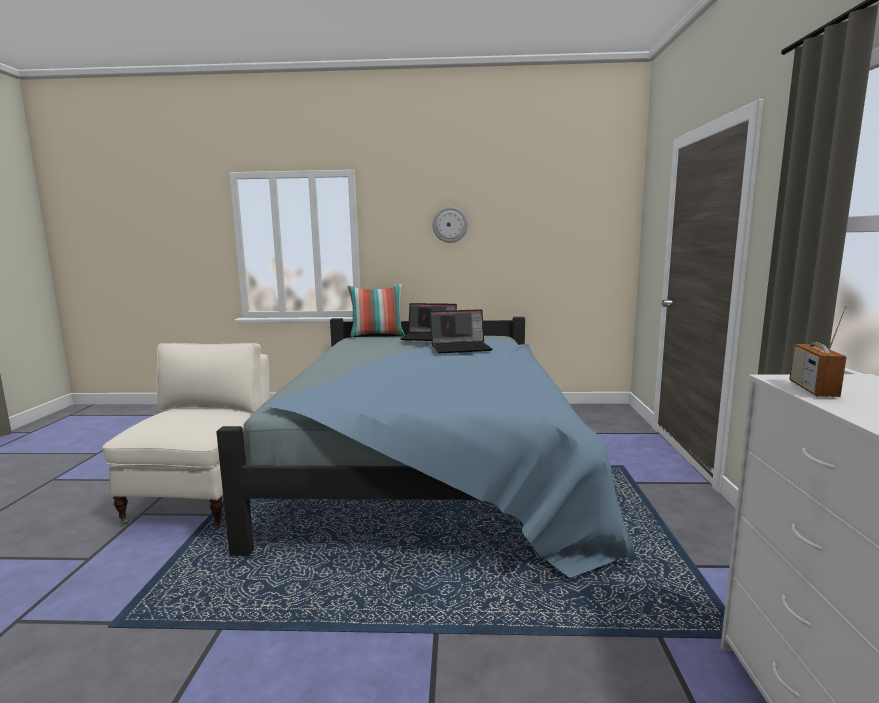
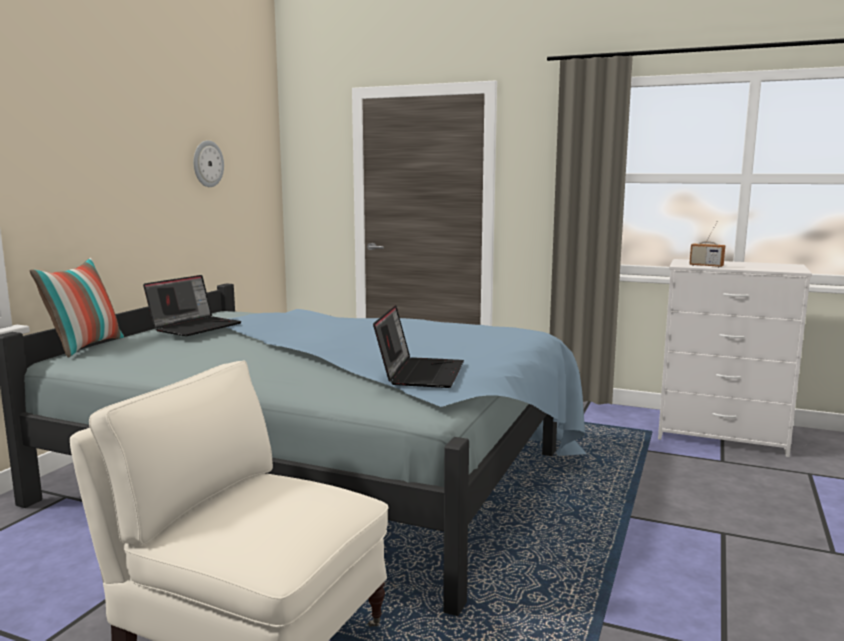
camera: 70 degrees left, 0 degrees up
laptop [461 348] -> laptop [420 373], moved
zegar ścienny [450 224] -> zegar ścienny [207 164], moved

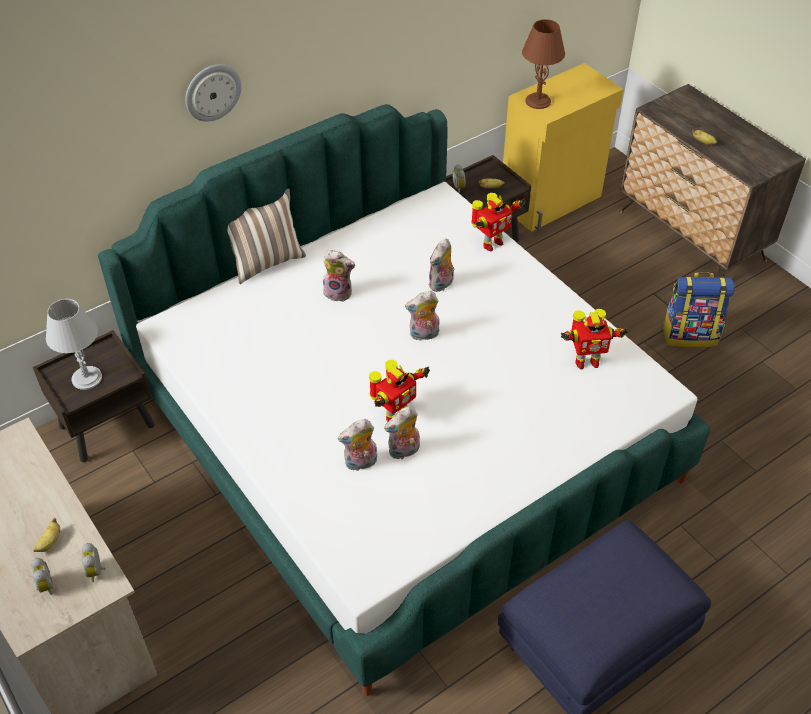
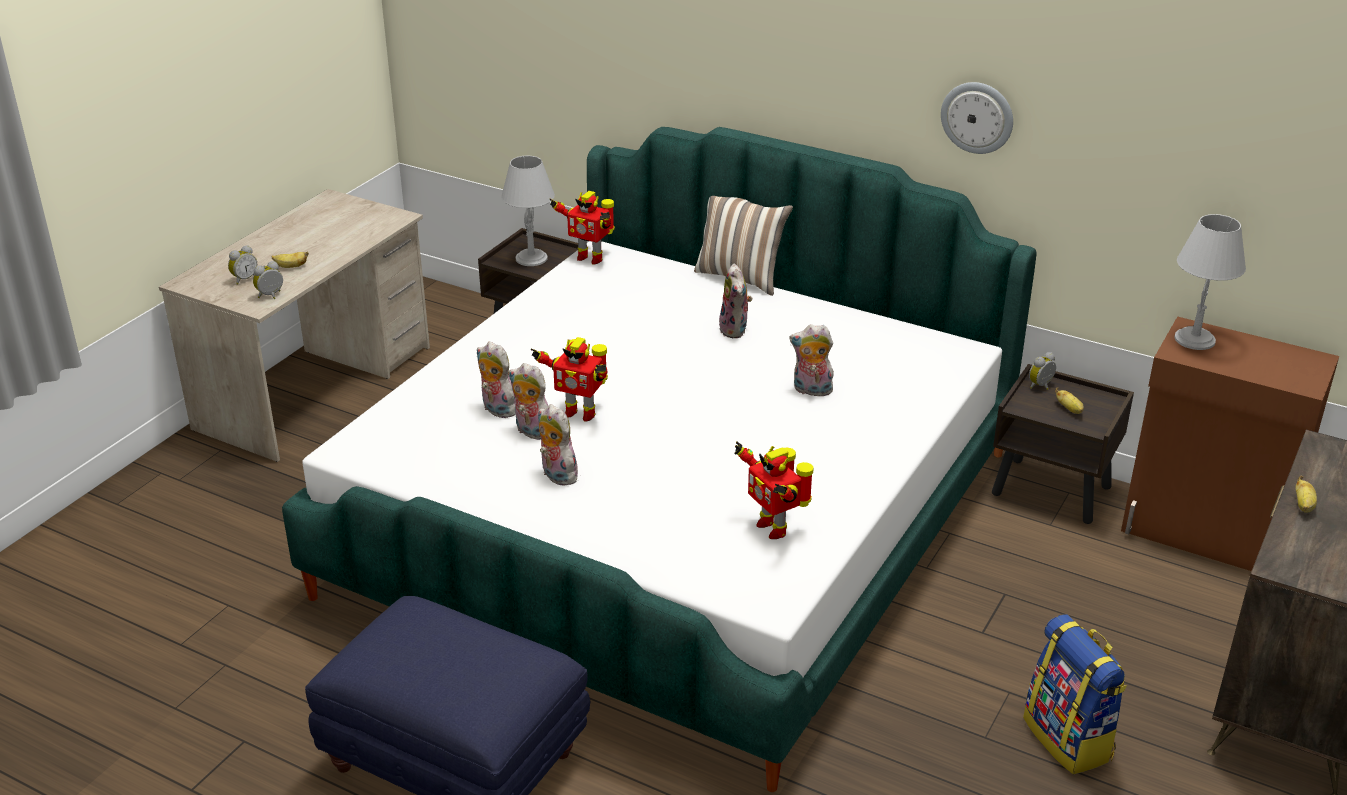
camera: 65 degrees right, 15 degrees down
zegar ścienny [212 92] -> zegar ścienny [977 117], moved
pluszak [424 335] -> pluszak [556 475], moved
robot zabawkowy [491 243] -> robot zabawkowy [590 257], moved
szafka/żółty [552 201] -> szafka/brązowy [1205 533]
lampa stołowa/brązowy [537 101] -> lampa stołowa/szary [1194 339]

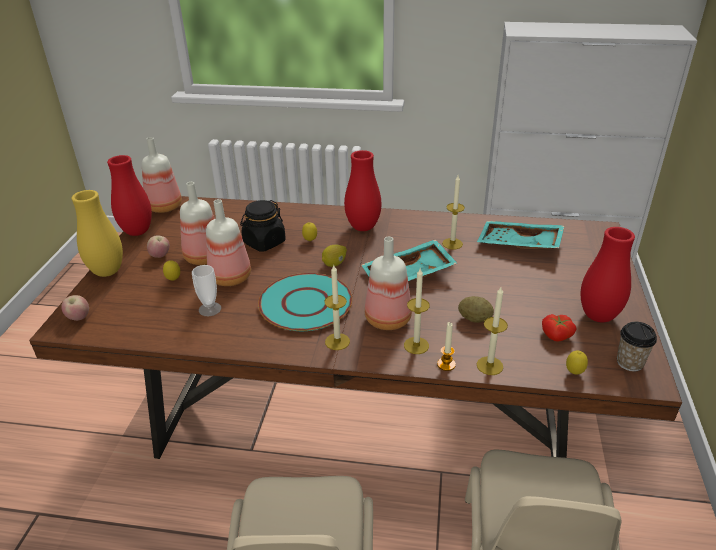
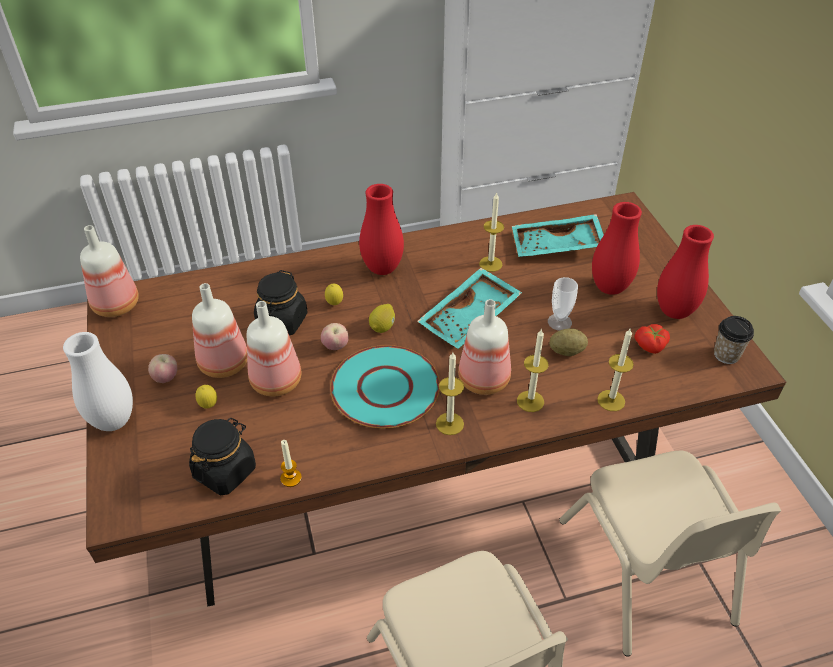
camera: 25 degrees left, 10 degrees up
cytryna [574 373] -> none
none -> słoik/czarny [225 471]
jabłko [79 318] -> jabłko [335 346], moved
wazon/czerwony [137 232] -> wazon/czerwony [609 288], moved
filiżanka [210 309] -> filiżanka [559 322], moved
świeca [446 364] -> świeca [291 478], moved
wazon/żółty [107 272] -> wazon/biały [114 421]

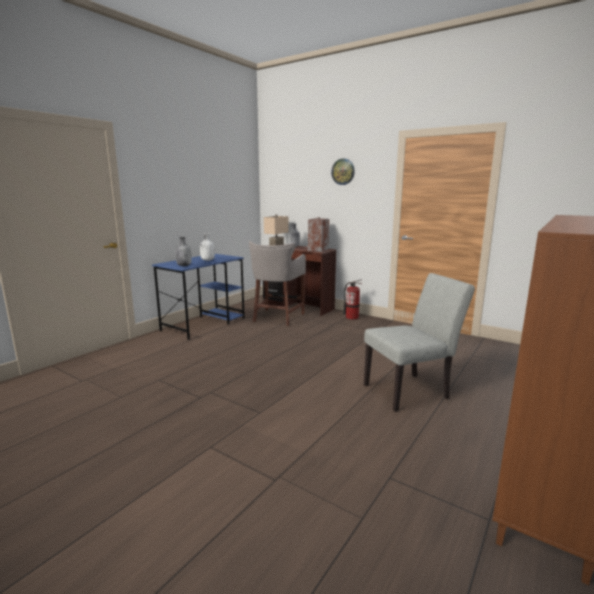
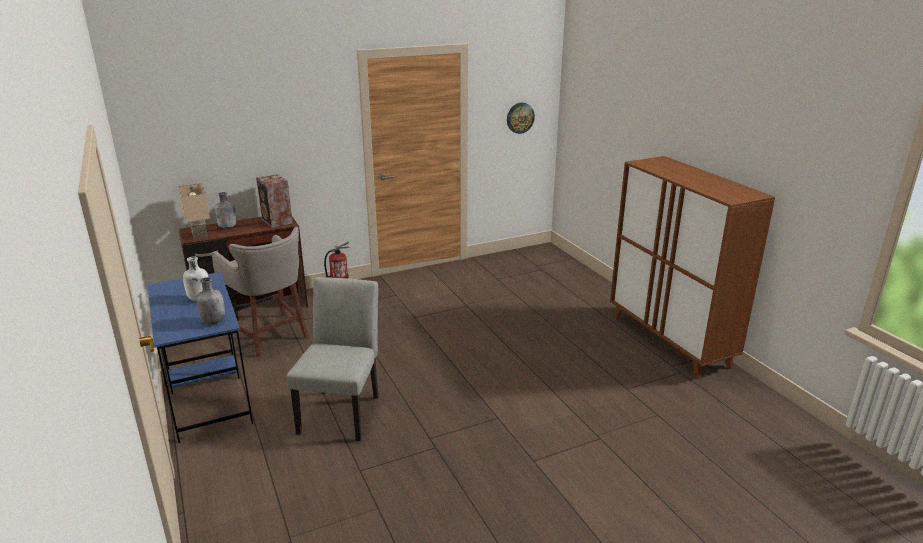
camera: 60 degrees left, 10 degrees up
zegar ścienny [343 171] -> zegar ścienny [520 118], moved
krzesło/szary [411 390] -> krzesło/szary [342 410], moved

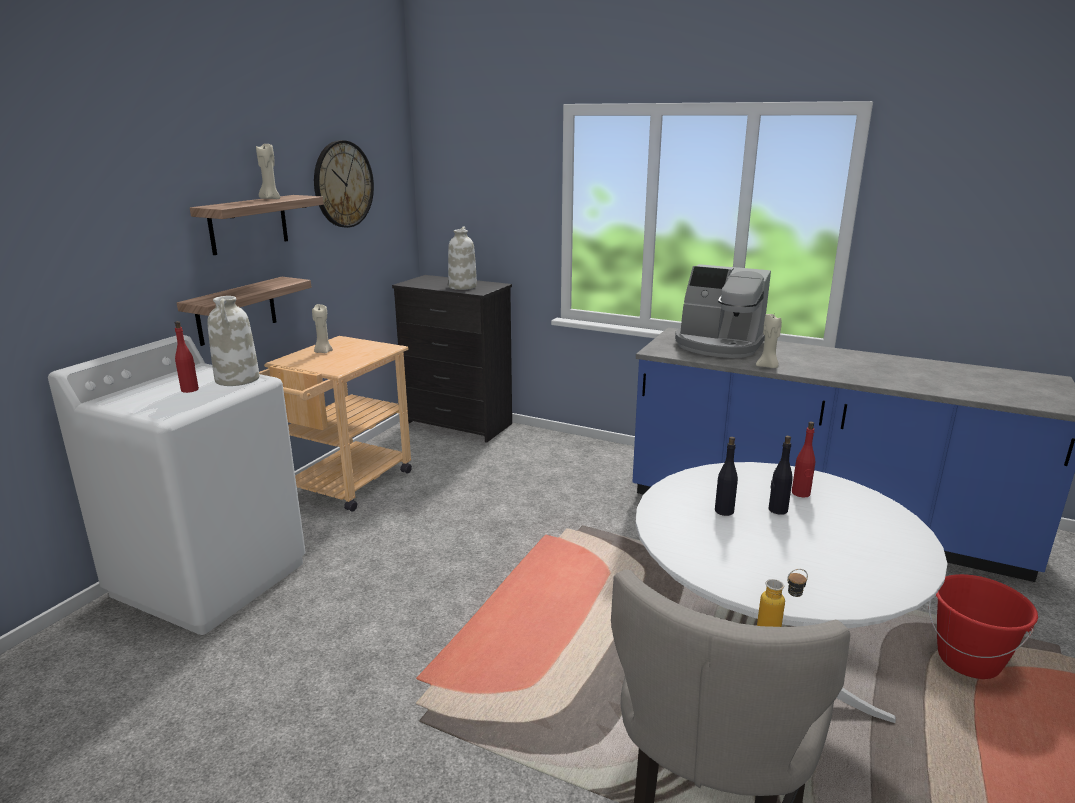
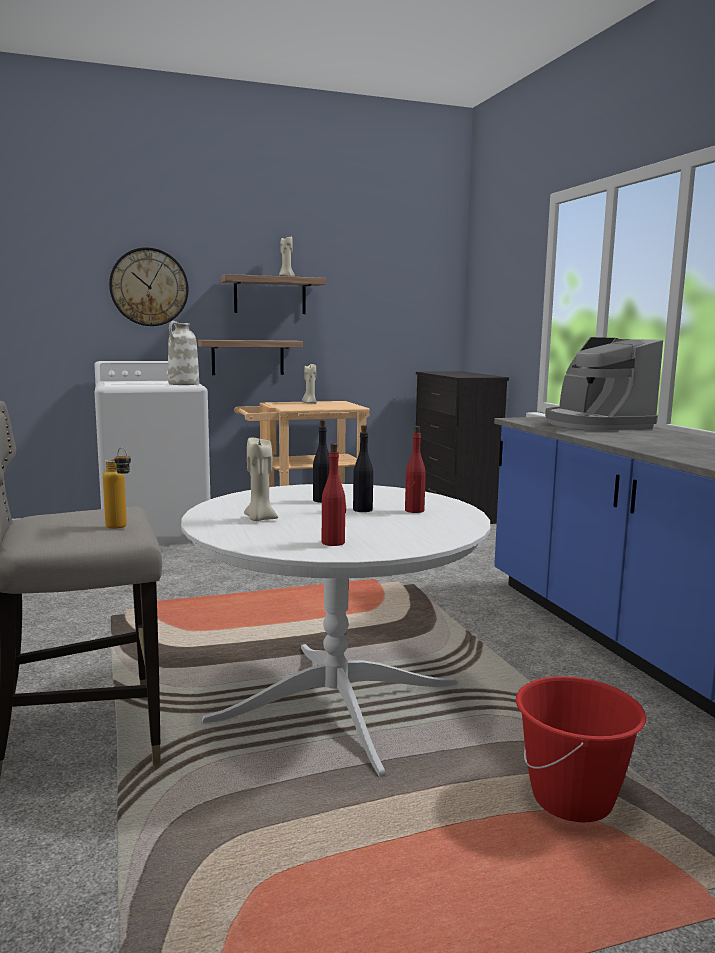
camera: 45 degrees right, 10 degrees down
wazon/biały [462 286] -> none
butelka/czerwony [190 389] -> butelka/czerwony [333 542], moved
zegar ścienny [343 184] -> zegar ścienny [149 287], moved
świeca/beżowy [768 366] -> świeca/beżowy [259 519], moved

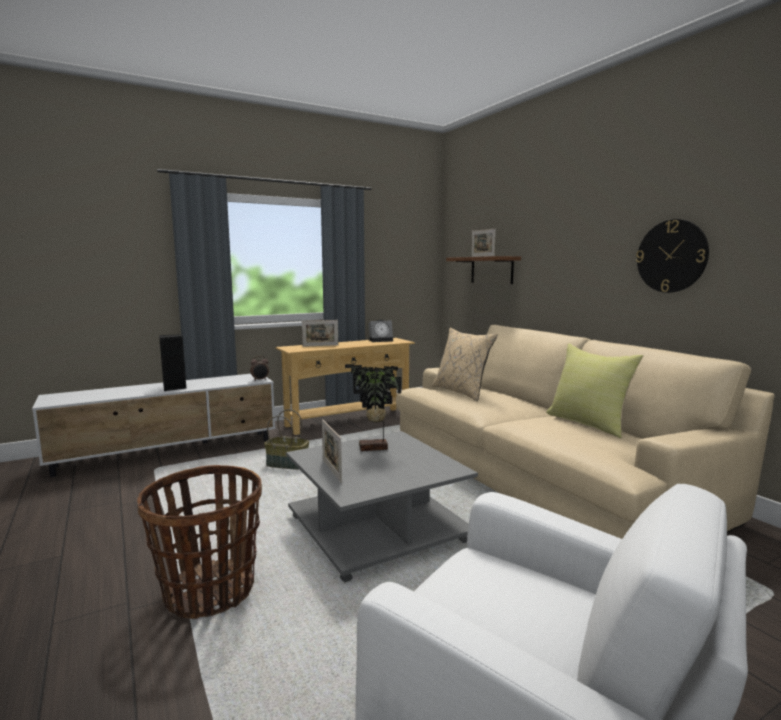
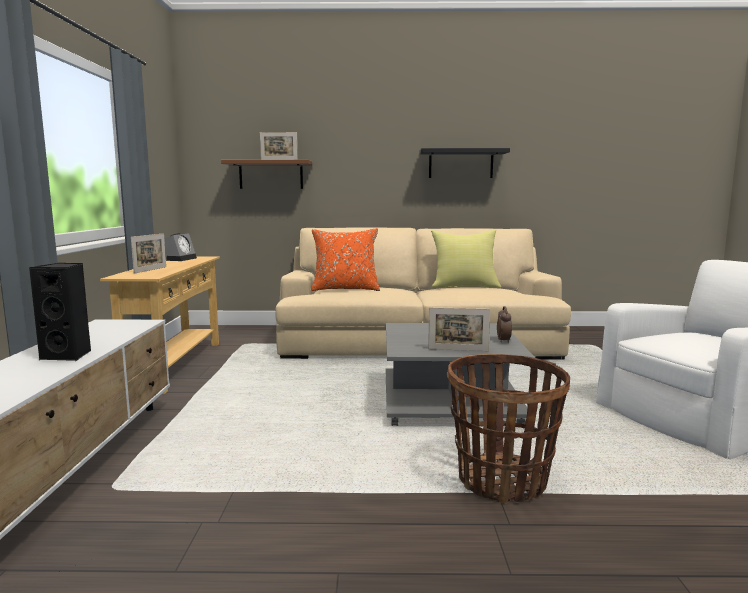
camera: 60 degrees left, 0 degrees up
koszyk [288 464] -> none
roślina doniczkowa [374 449] -> none
budzik [260 380] -> budzik [504 341], moved
zegar ścienny [671 256] -> półka/czarny [460 164]
poduszka/beżowy [461 392] -> poduszka/pomarańczowy [345 289]

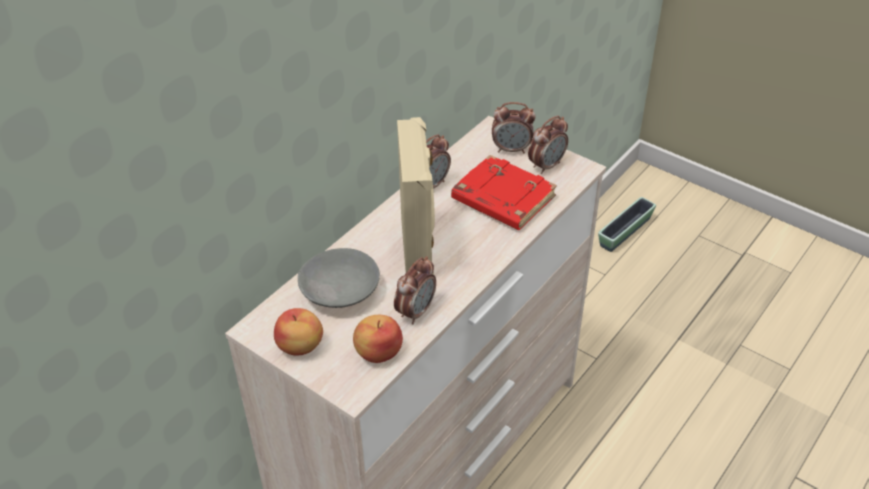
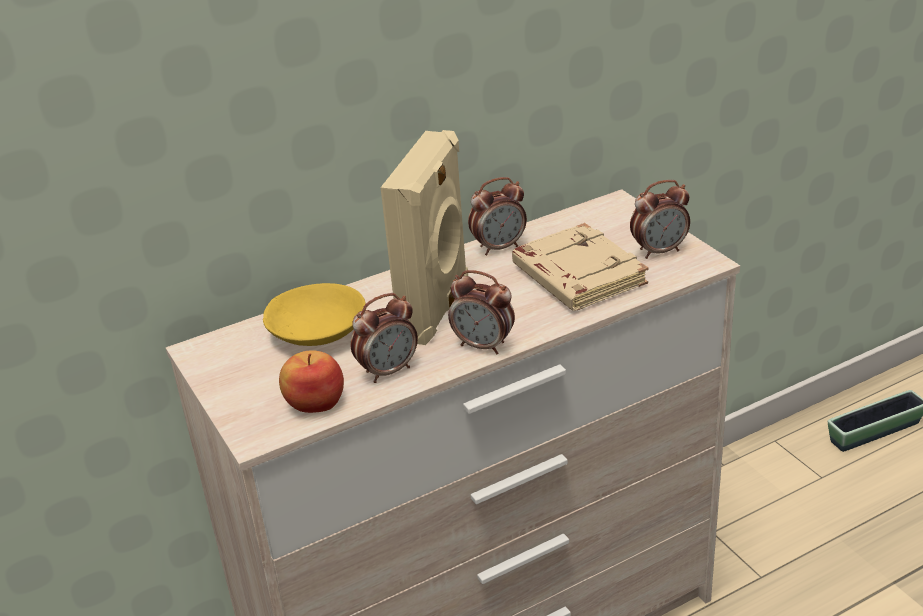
camera: 25 degrees right, 10 degrees down
jabłko [300 347] -> none
budzik [511 149] -> budzik [483 345], moved
miska/szary [339 290] -> miska/żółty [316 331]
książka/czerwony [501 199] -> książka/beżowy [576 276]

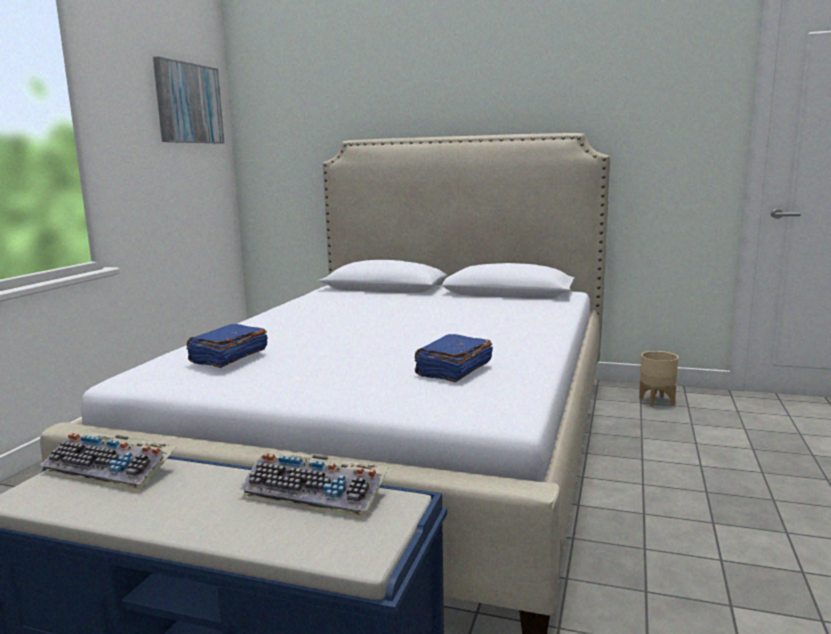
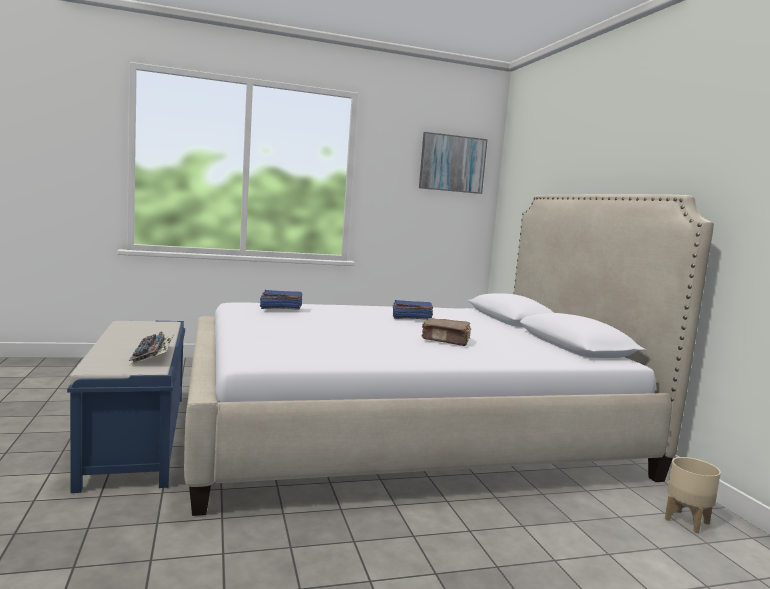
camera: 55 degrees right, 5 degrees down
klawiatura [113 470] -> none
none -> książka/brązowy [446 340]
książka/niebieski [453 370] -> książka/niebieski [411 318], moved

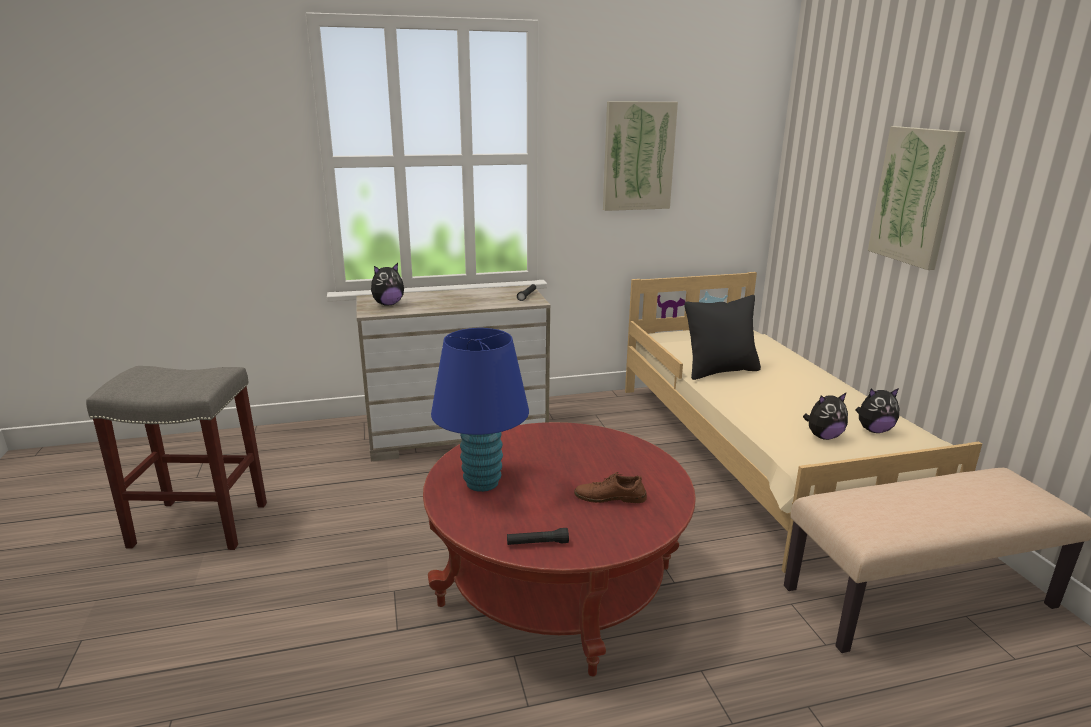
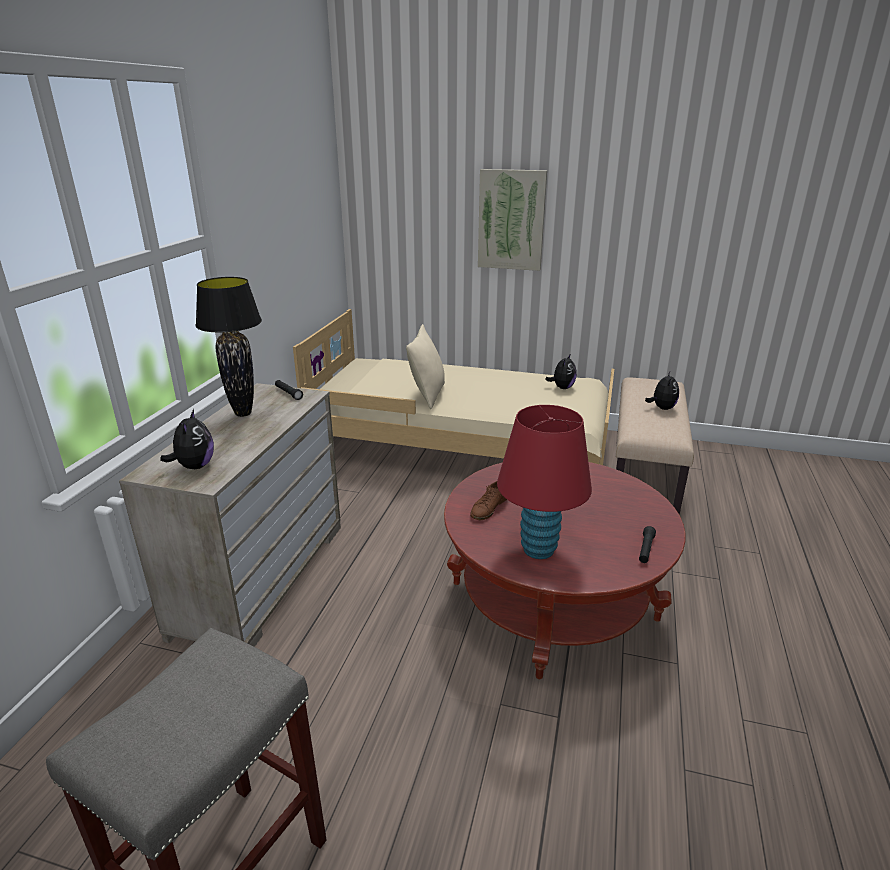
camera: 60 degrees left, 5 degrees up
obraz [638 156] -> none
none -> lampa stołowa/czarny [243 413]
but/brązowy [610 497] -> but/brązowy [489 507], moved
pluszak [823 436] -> pluszak [662 408], moved
lampa stołowa/niebieski [482 483] -> lampa stołowa/czerwony [538 549]
poduszka/czarny [720 371] -> poduszka/beżowy [427 395]

